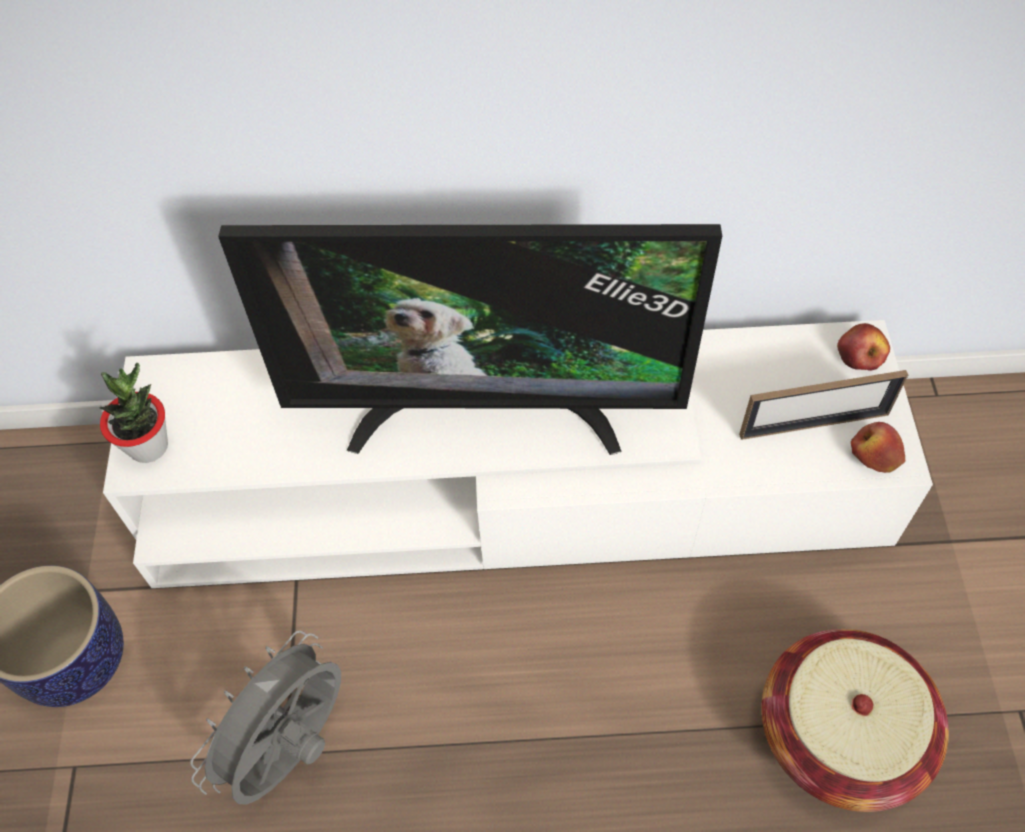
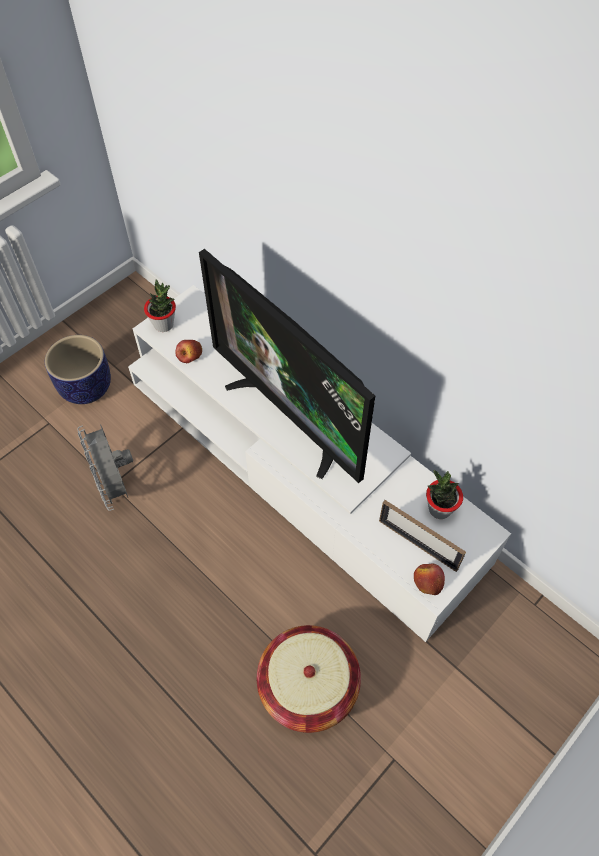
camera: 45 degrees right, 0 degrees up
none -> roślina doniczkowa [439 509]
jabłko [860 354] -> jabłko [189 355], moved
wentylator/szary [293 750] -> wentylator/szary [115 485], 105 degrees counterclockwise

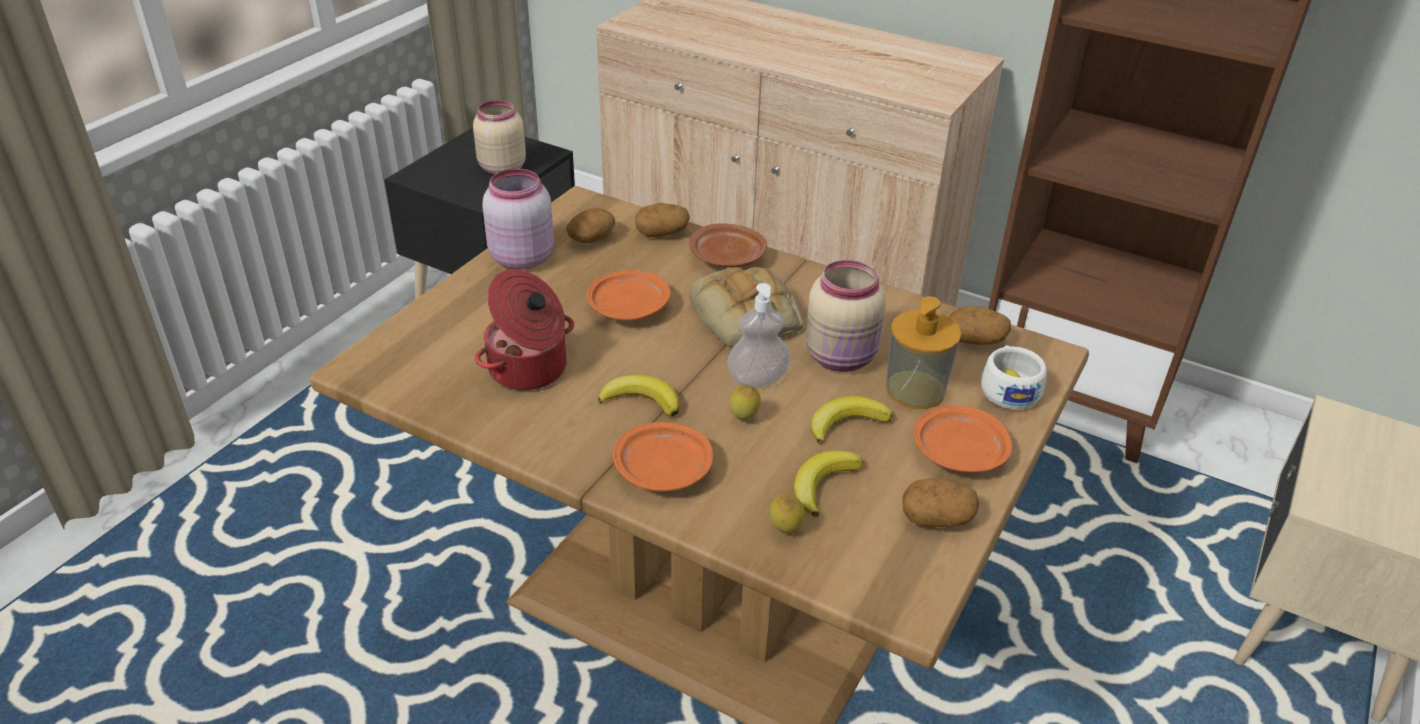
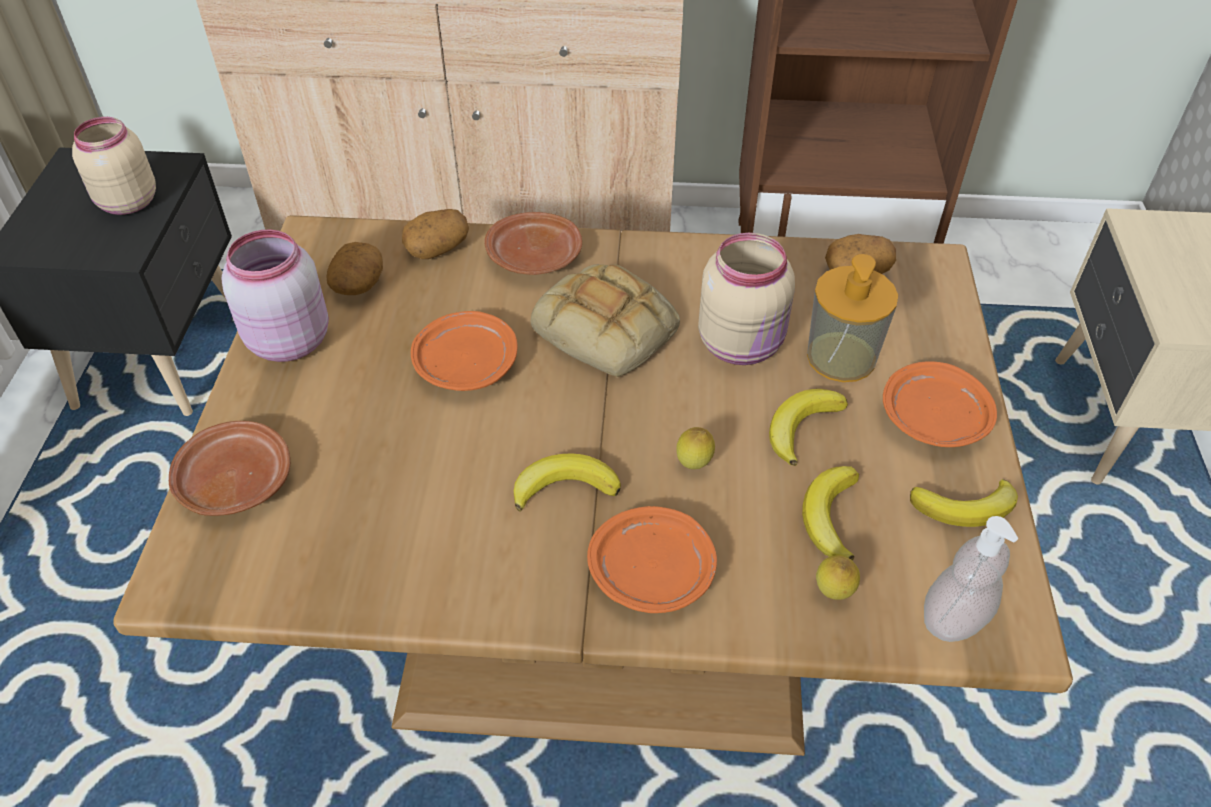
camera: 25 degrees left, 10 degrees up
garnek [529 370] -> none
filiżanka/biały [1008 388] -> none
none -> talerz/brązowy [234 481]
dozownik mydła [757 379] -> dozownik mydła [954 618], moved
ziemniak [937 517] -> banan [966 508]

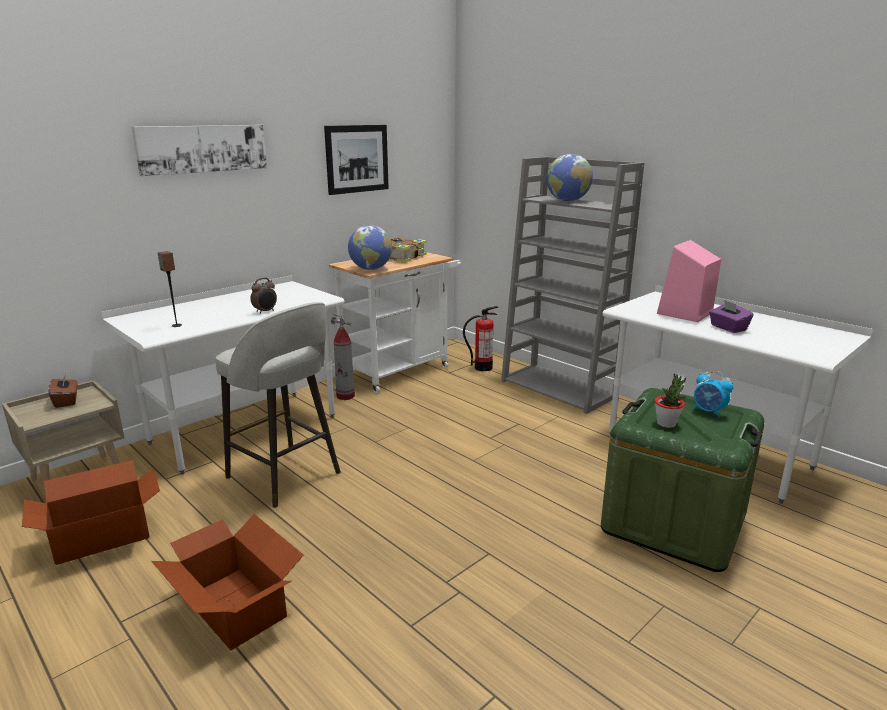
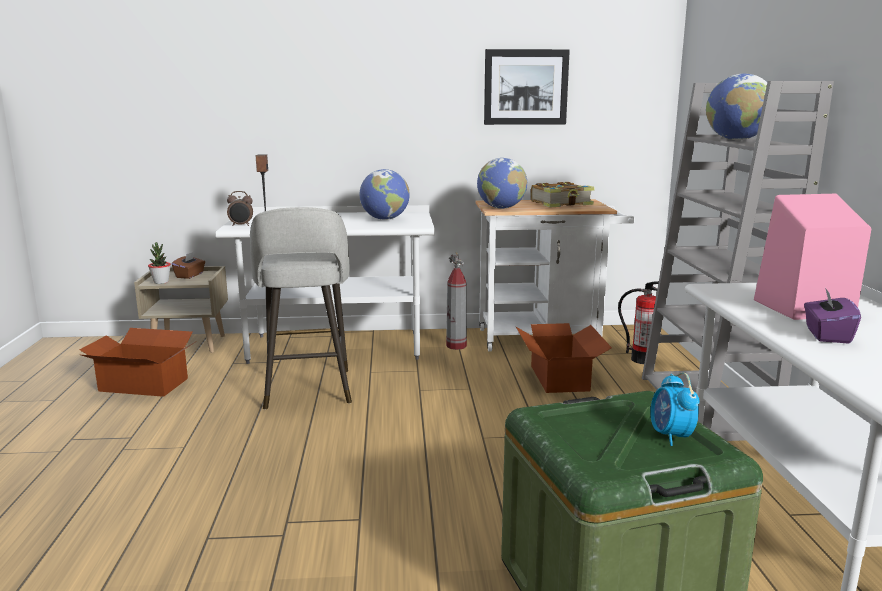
camera: 40 degrees right, 5 degrees down
obraz [203 148] -> none
none -> globus [385 219]
karton [236 606] -> karton [560 378], moved
budzik [265 311] -> budzik [241 225], moved
roślina doniczkowa [666 424] -> roślina doniczkowa [161 282], moved

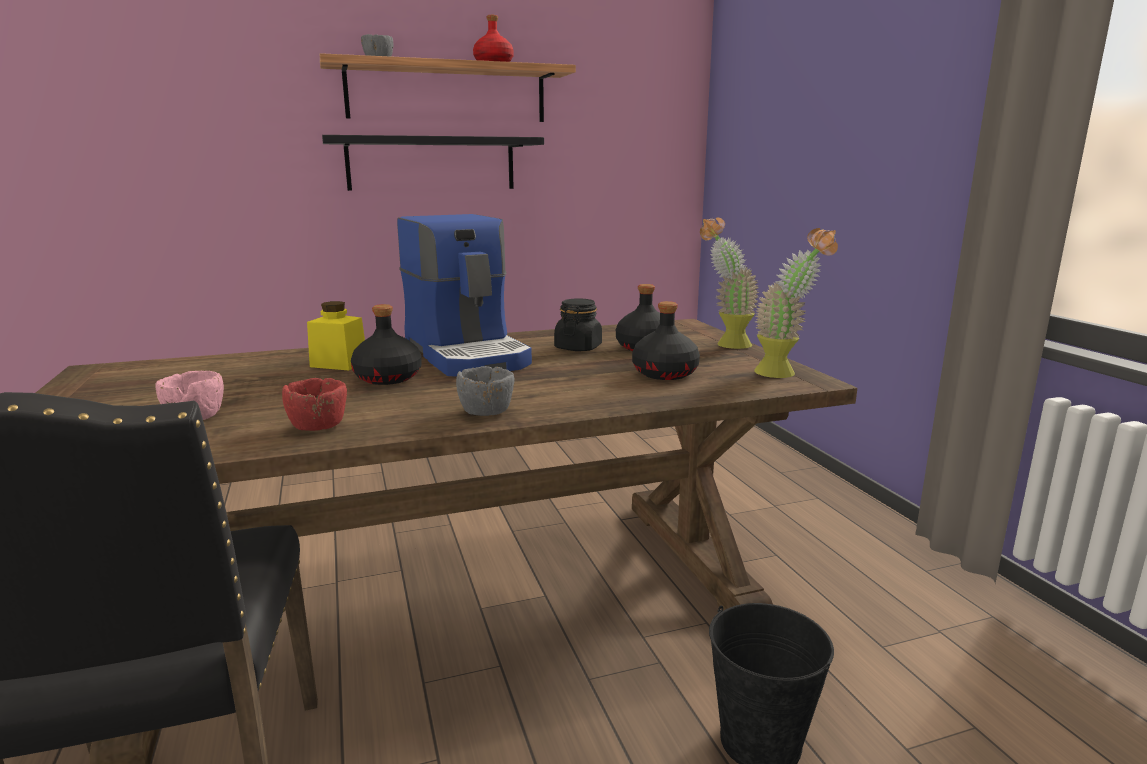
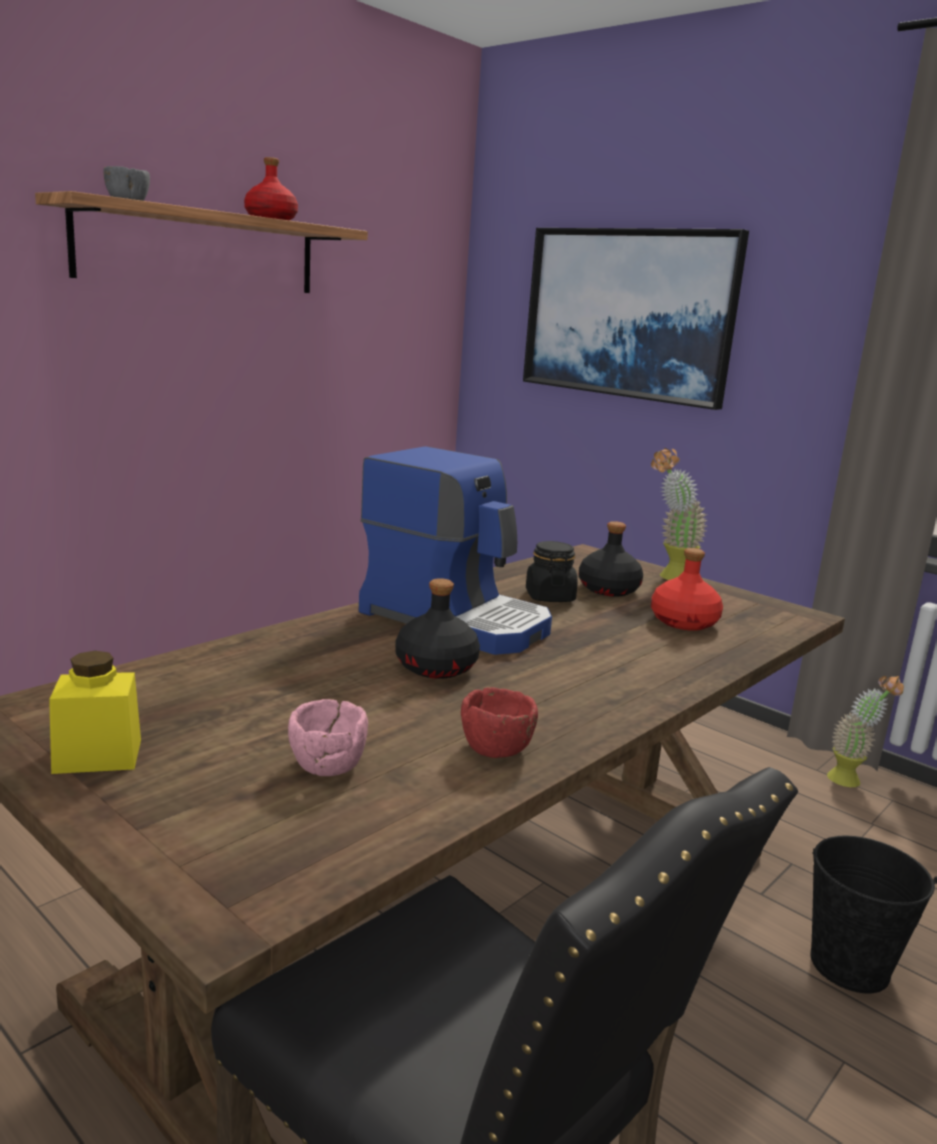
camera: 30 degrees left, 0 degrees up
półka/czarny [431 163] -> none
miska/szary [486 412] -> none
none -> obraz [628 314]
słoik/żółty [339 364] -> słoik/żółty [98 756], moved
roślina doniczkowa [785 373] -> roślina doniczkowa [851 779], moved
butelka/czarny [665 374] -> butelka/czerwony [684 622]

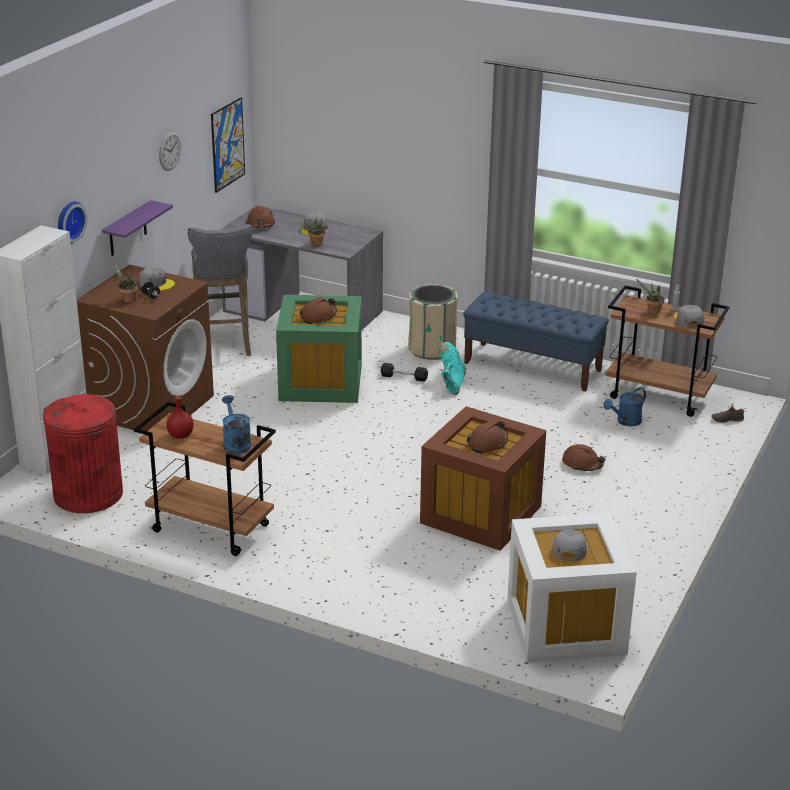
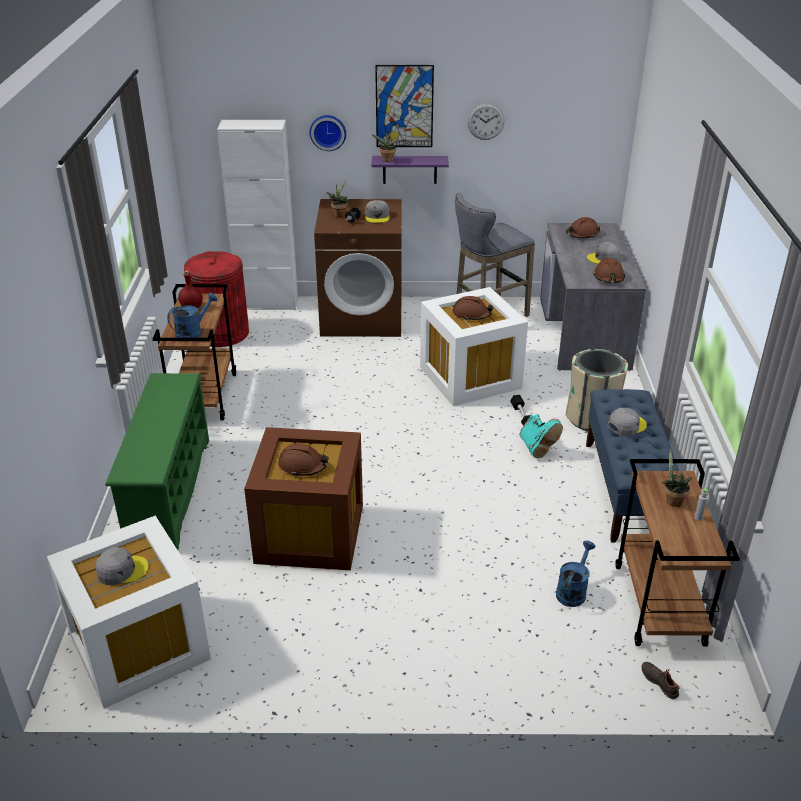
camera: 65 degrees right, 5 degrees up
none -> regał na buty/zielony [168 491]
obraz [227 144] -> obraz [404 106], moved
roślina doniczkowa [317 244] -> roślina doniczkowa [387 161], moved
kask/brązowy [582 464] -> kask/brązowy [609 277], moved
czapka z daszkiem/szary [688 320] -> czapka z daszkiem/szary [626 425], moved
pojemnik do przechowywania/zielony [322 383] -> pojemnik do przechowywania/biały [469 378]
but z cholewką/turkusowy [451 384] -> but z cholewką/turkusowy [537 448], 90 degrees clockwise
konewka/niebieski [625 422] -> konewka/niebieski [573 591], 90 degrees clockwise

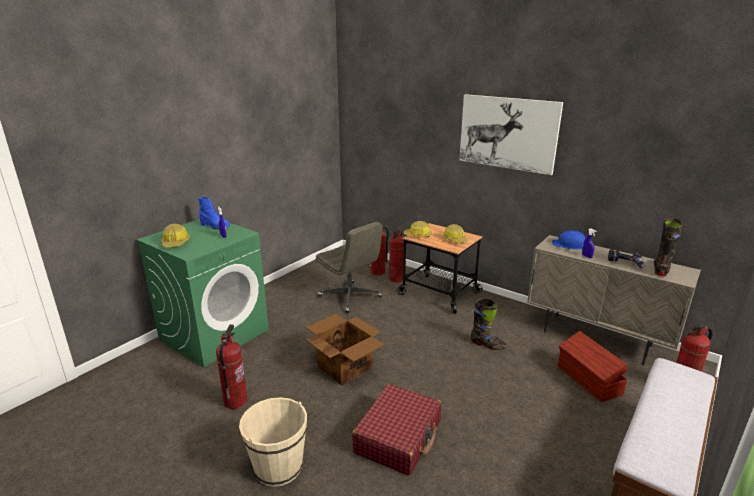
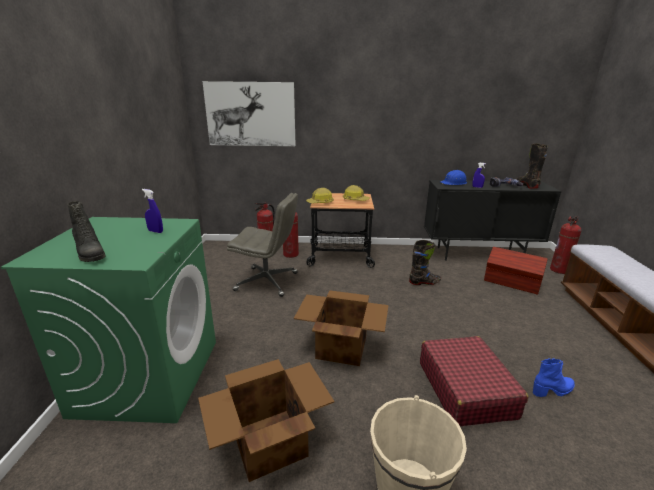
camera: 35 degrees left, 0 degrees up
but z cholewką/niebieski [214 226] -> but z cholewką/niebieski [553 391], moved
obraz [507 133] -> obraz [250 114], moved
kask [175 243] -> but z cholewką/czarny [89 254]
gaśnica [235 401] -> karton [268 443]
szafka/beżowy [597 339] -> szafka/czarny [479 254]

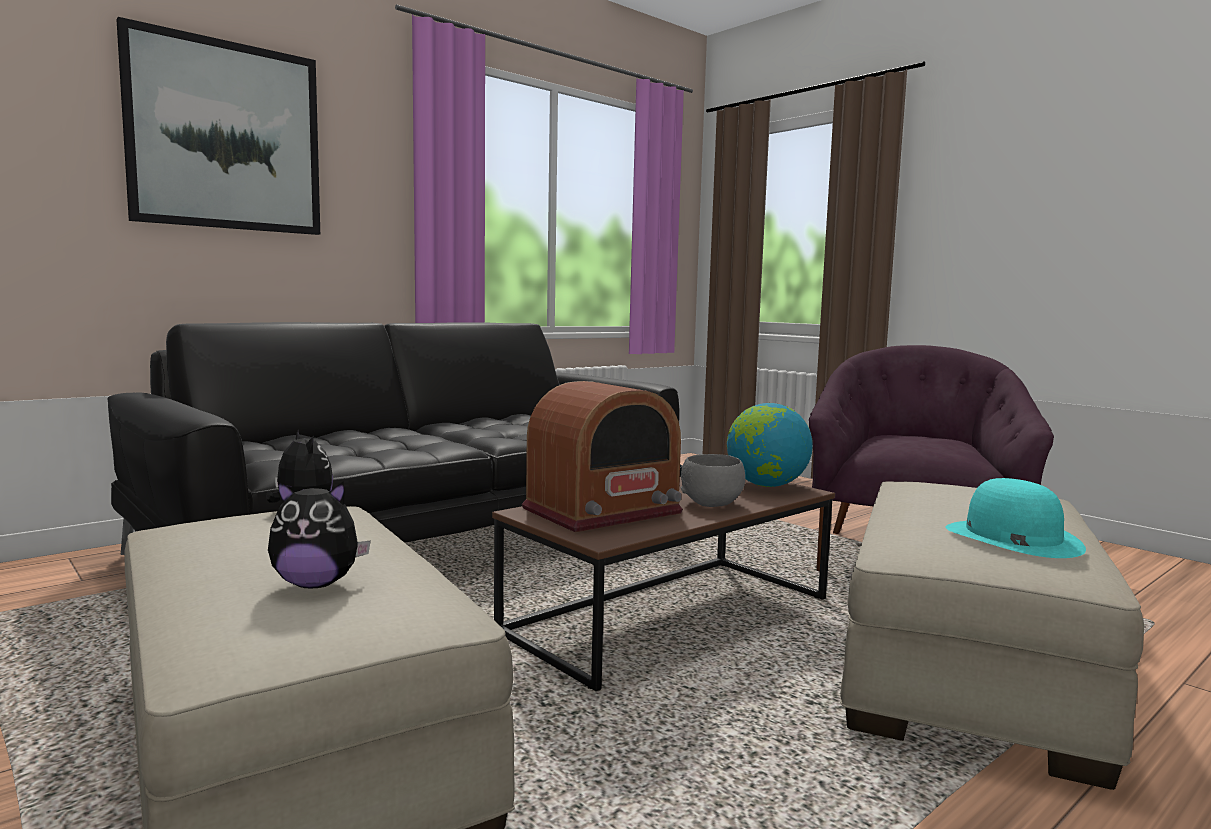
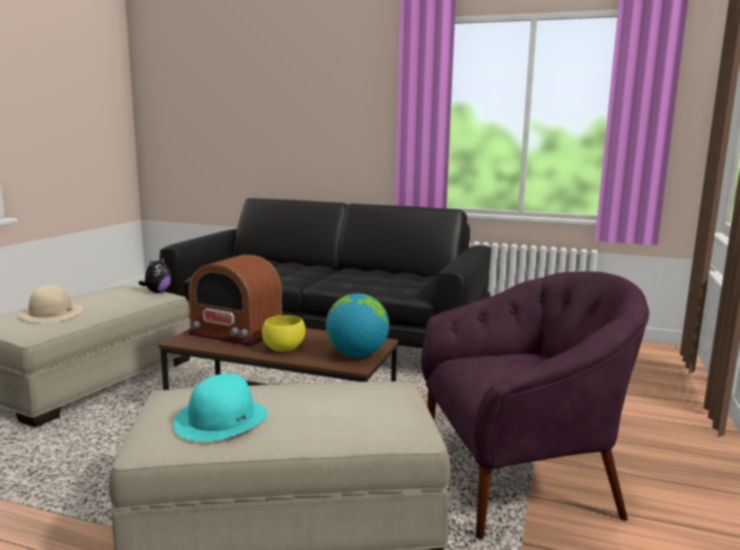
camera: 60 degrees right, 5 degrees up
obraz [225 136] -> none
pluszak [316 584] -> kapelusz/beżowy [51 313]
miska/szary [712 504] -> miska/żółty [283 349]

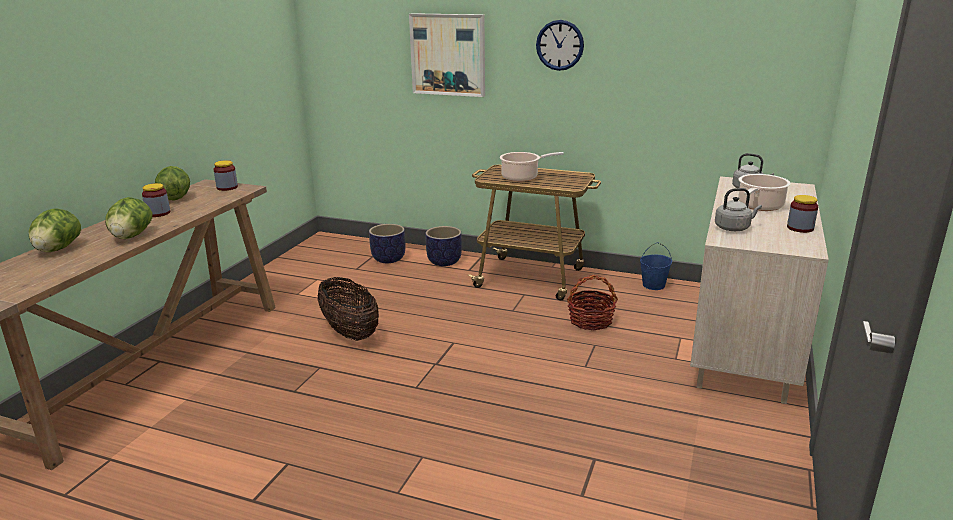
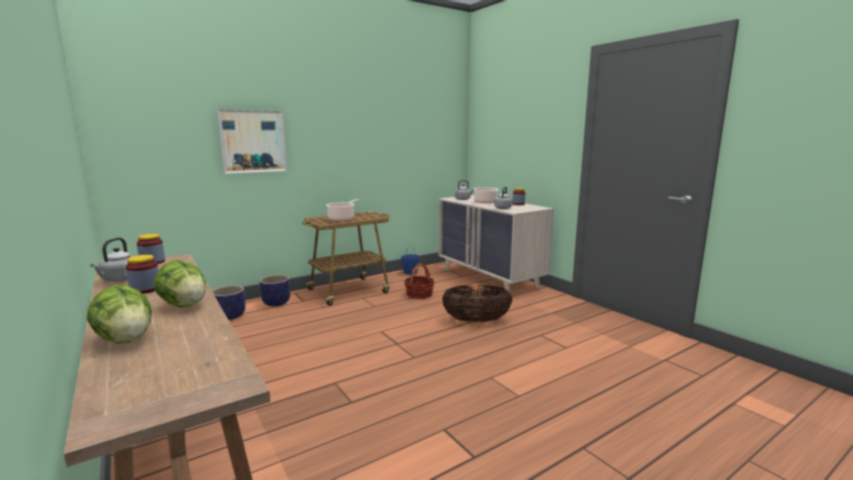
camera: 55 degrees left, 10 degrees down
zegar ścienny [560 45] -> none
koszyk [350 332] -> koszyk [476 321], moved
sałata [175 198] -> czajnik/szary [119 280]

